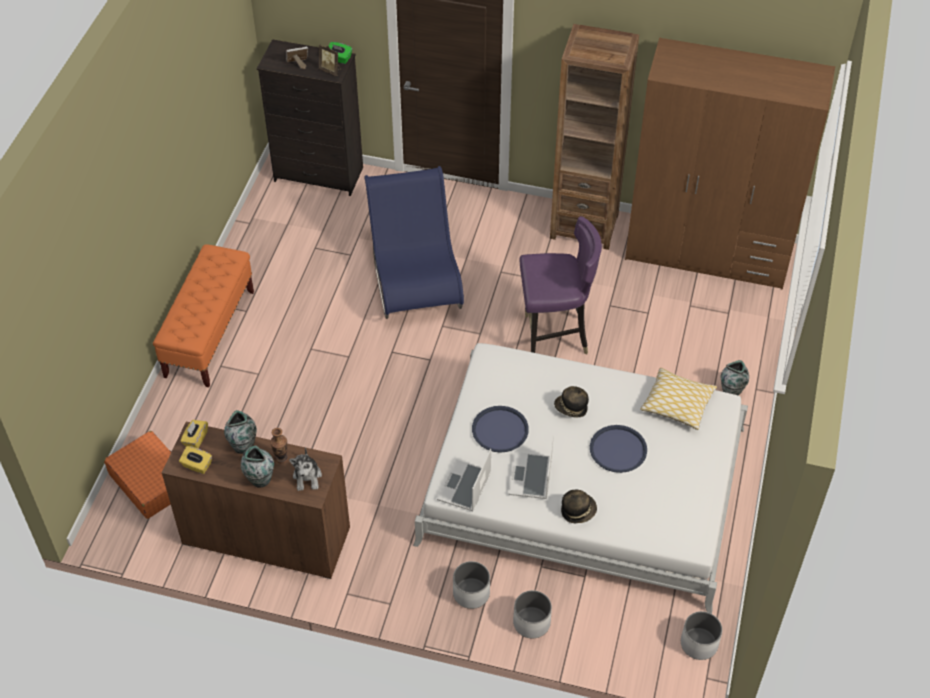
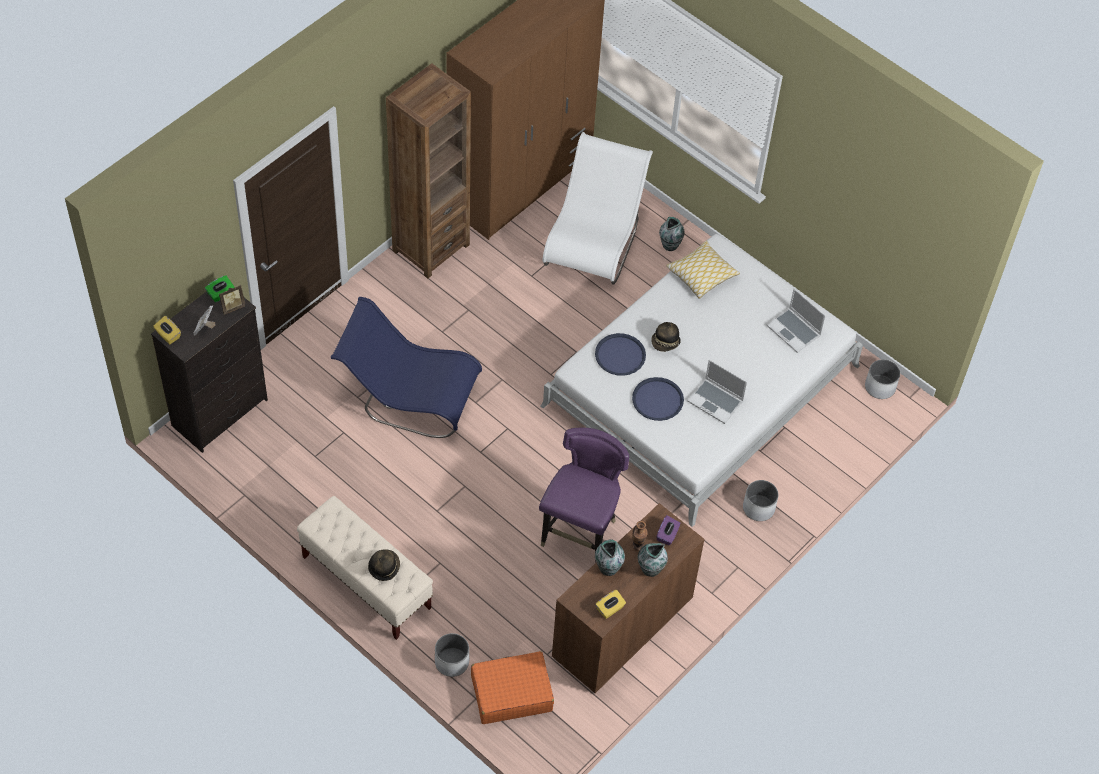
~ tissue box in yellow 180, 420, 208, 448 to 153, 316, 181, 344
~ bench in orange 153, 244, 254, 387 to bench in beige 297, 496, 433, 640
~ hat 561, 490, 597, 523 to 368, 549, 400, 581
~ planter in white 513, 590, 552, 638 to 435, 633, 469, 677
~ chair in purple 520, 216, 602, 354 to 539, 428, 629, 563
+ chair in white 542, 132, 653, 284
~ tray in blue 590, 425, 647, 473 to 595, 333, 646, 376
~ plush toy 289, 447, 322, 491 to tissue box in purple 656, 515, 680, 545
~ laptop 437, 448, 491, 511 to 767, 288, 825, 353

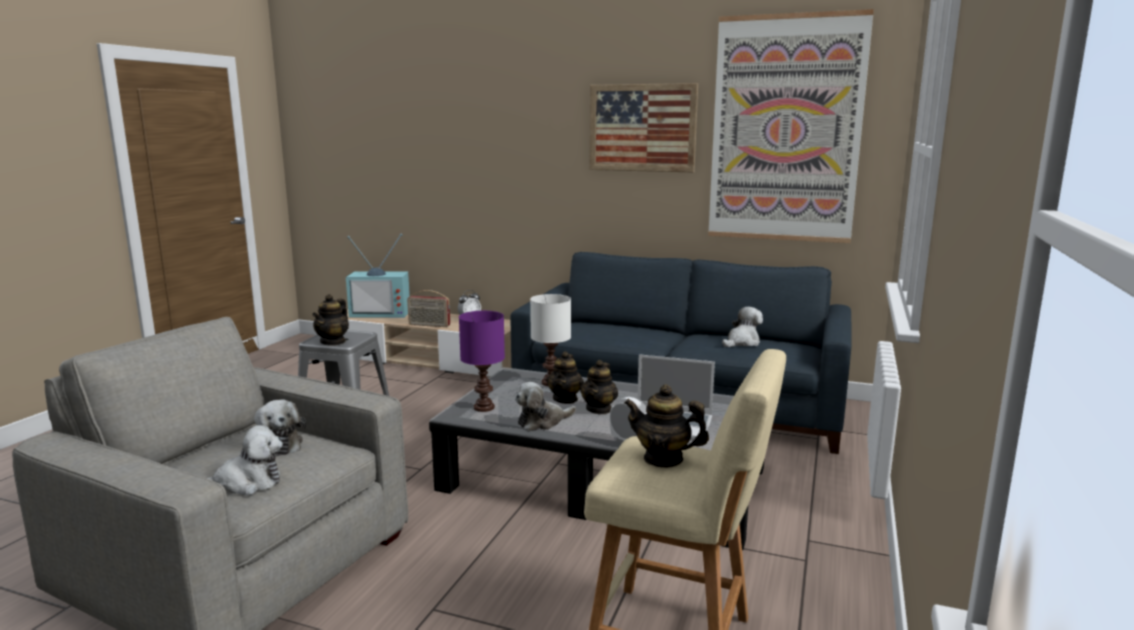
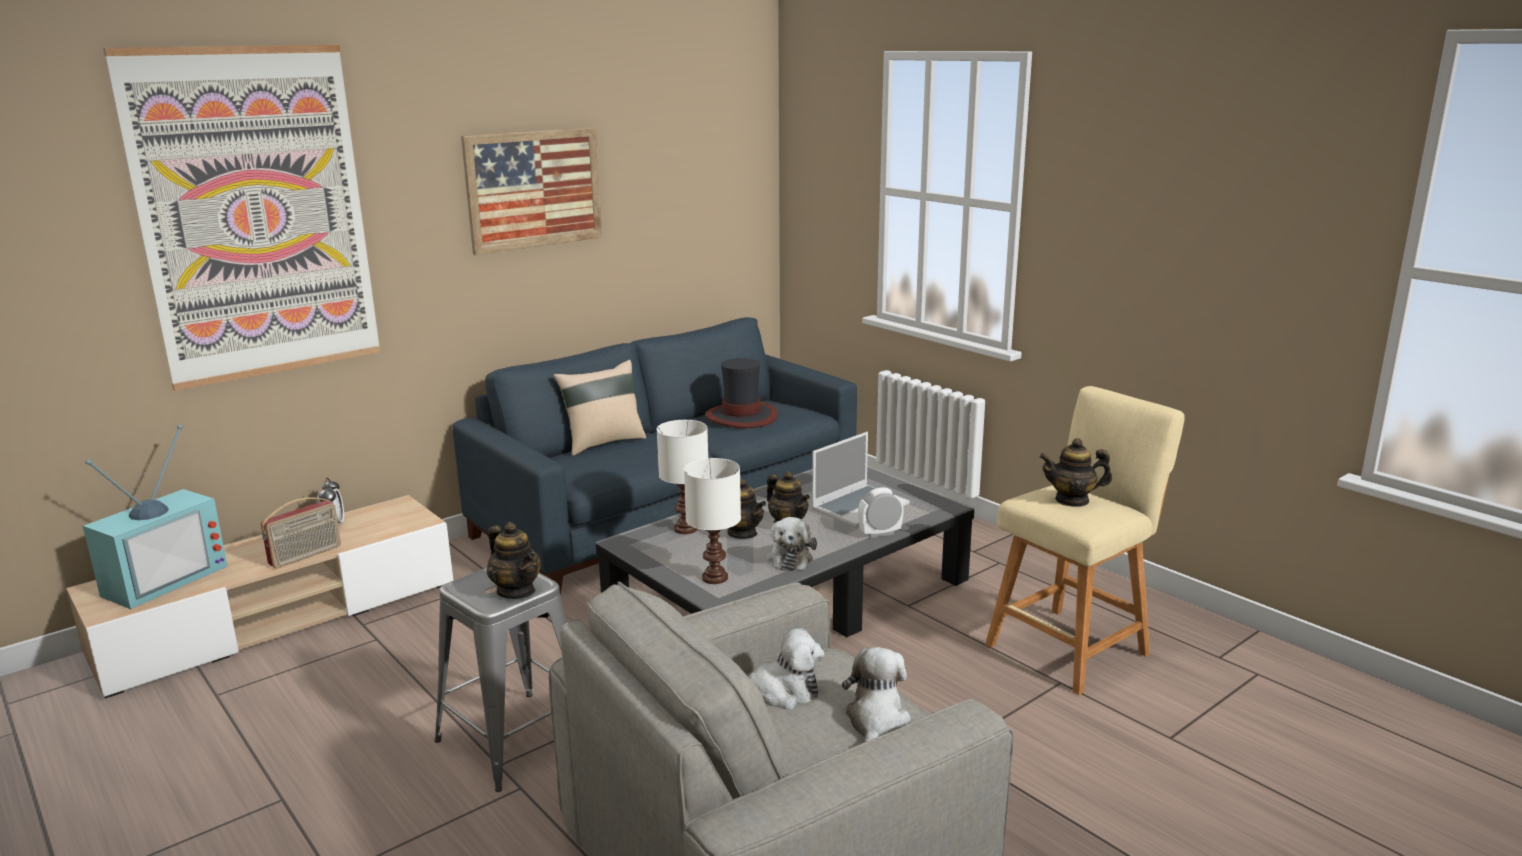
~ picture 708, 9, 874, 243 to 103, 45, 381, 391
+ pillow in beige 553, 360, 646, 456
~ table lamp in purple 459, 311, 505, 412 to table lamp in white 684, 458, 741, 584
~ plush toy 722, 307, 763, 347 to hat 705, 358, 778, 428
~ teapot 624, 384, 709, 468 = 1039, 438, 1112, 507 45 degrees clockwise

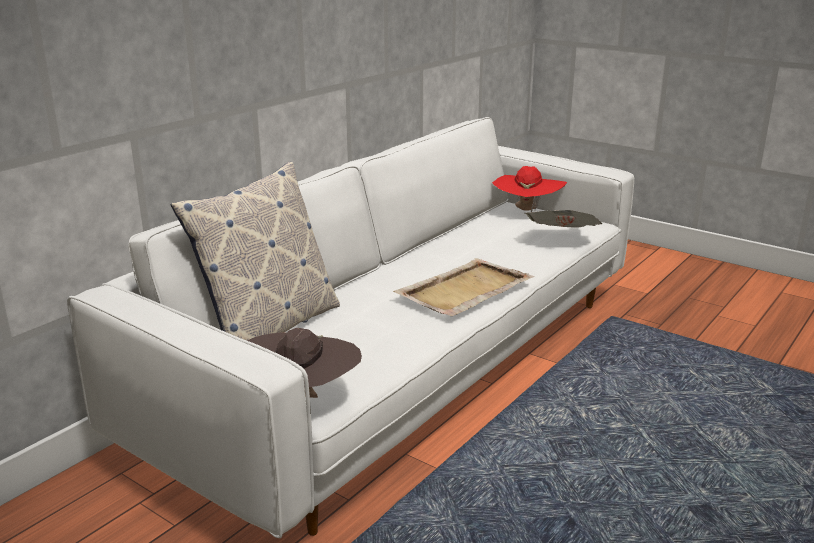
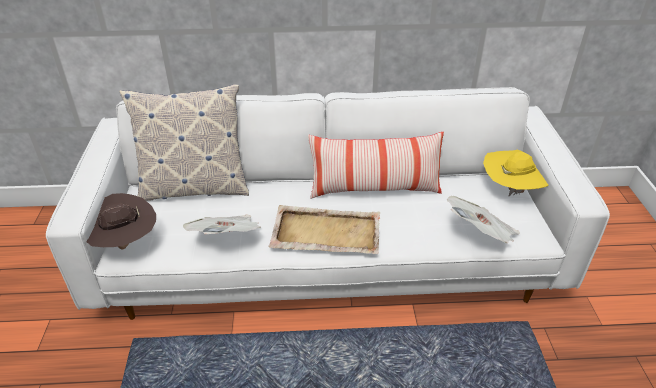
+ newspaper 183, 215, 261, 234
+ pillow 308, 132, 444, 199
~ hat in red 492, 166, 567, 212 to hat in yellow 483, 150, 548, 196

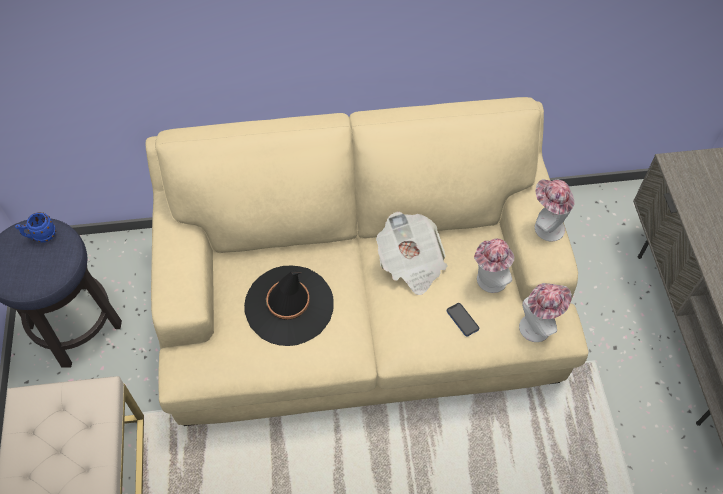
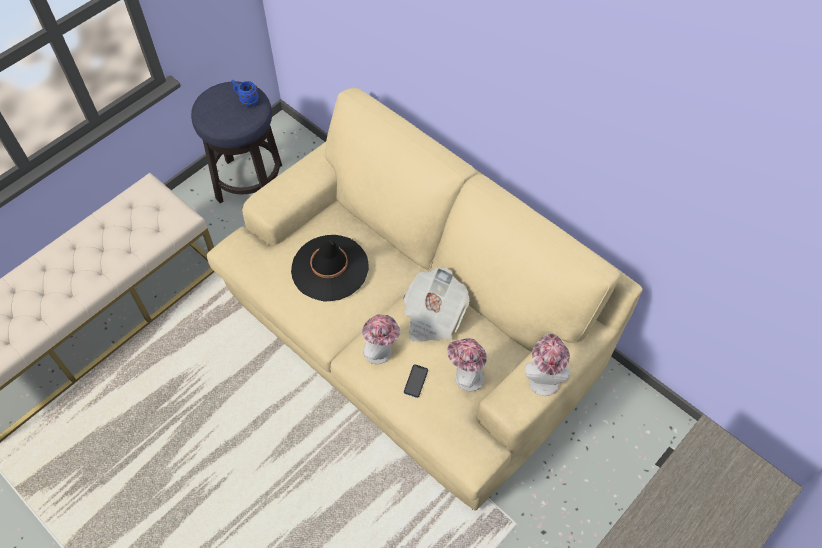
~ hat 519, 283, 572, 342 to 362, 314, 401, 364

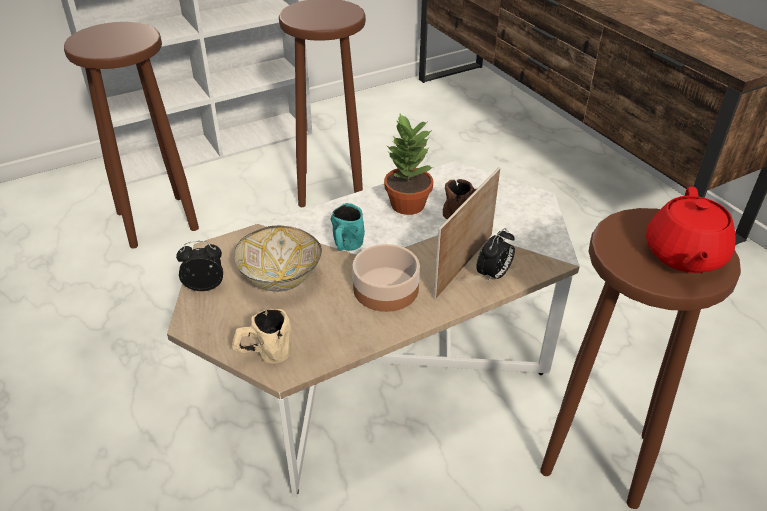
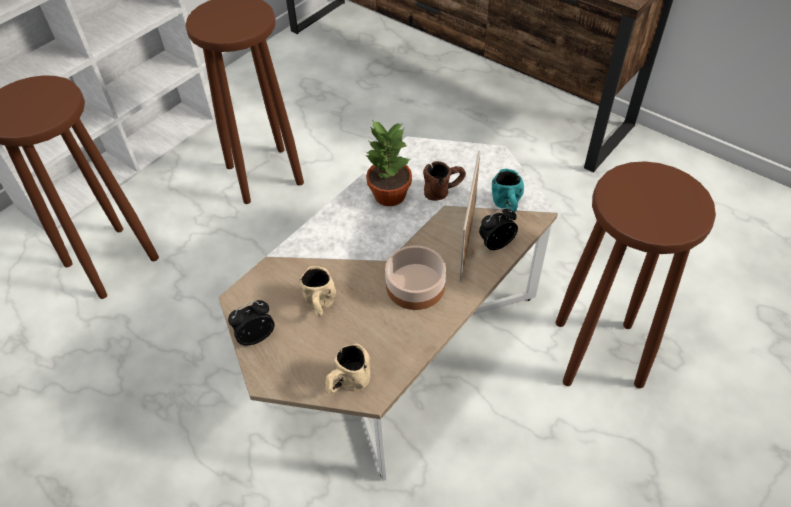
~ bowl 234, 226, 322, 292 to mug in beige 299, 266, 336, 317
~ alarm clock 476, 228, 515, 283 = 479, 208, 518, 250 135 degrees counterclockwise
~ mug in turquoise 331, 203, 365, 251 to 492, 169, 524, 212
- teapot in red 646, 187, 735, 273

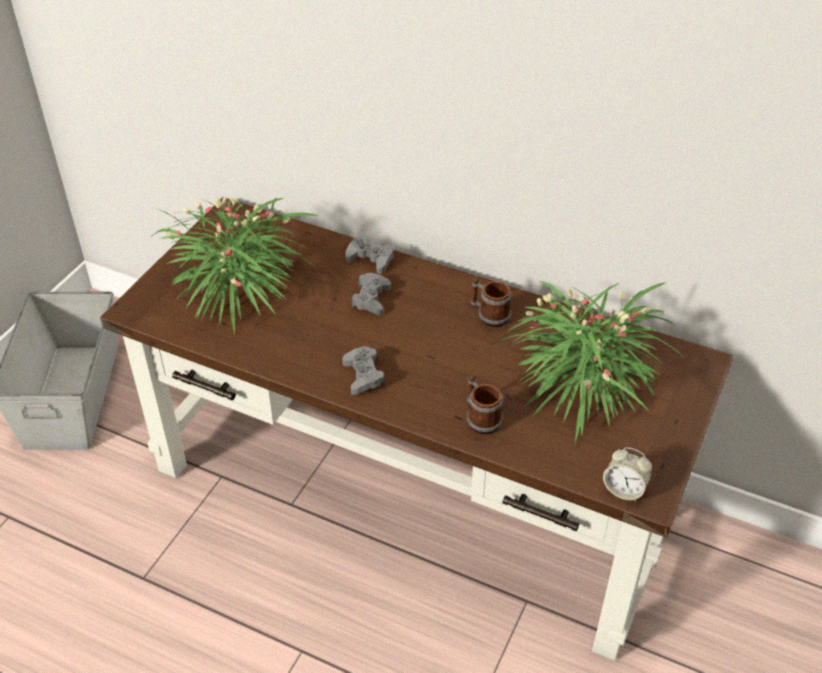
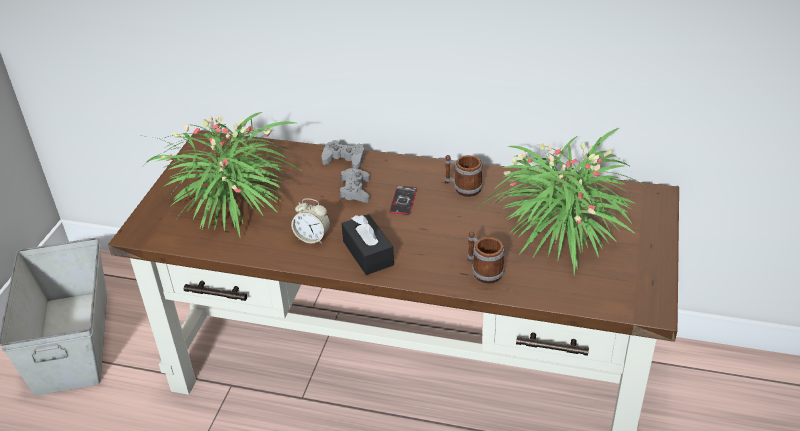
~ alarm clock 603, 447, 652, 501 to 291, 198, 330, 244
~ game controller in grey 342, 346, 385, 395 to tissue box in black 341, 214, 394, 275
+ phone 389, 186, 417, 215

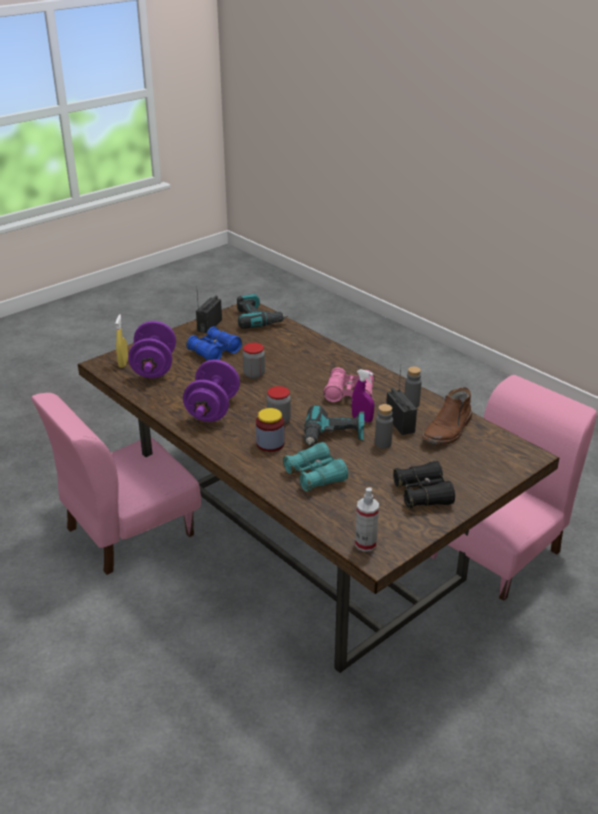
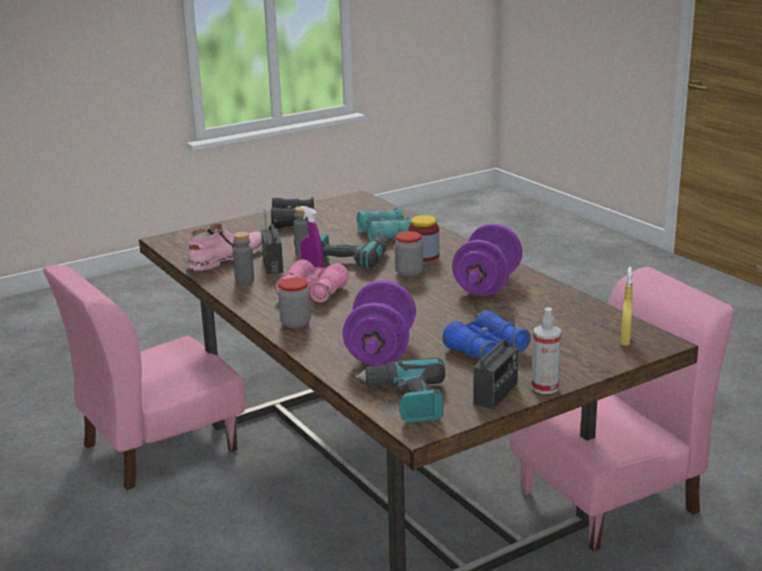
~ boot in brown 422, 387, 472, 445 to boot in pink 187, 223, 262, 271
~ jar 243, 343, 265, 379 to 278, 277, 311, 329
~ dumbbell in purple 128, 321, 176, 378 to 343, 280, 416, 366
~ spray bottle 355, 487, 379, 552 to 532, 307, 561, 394

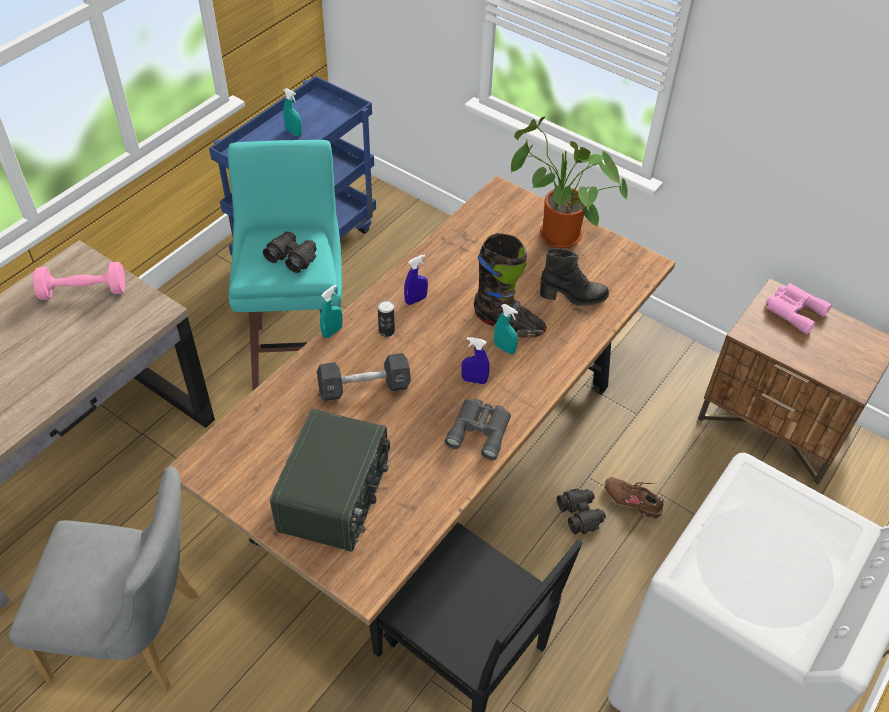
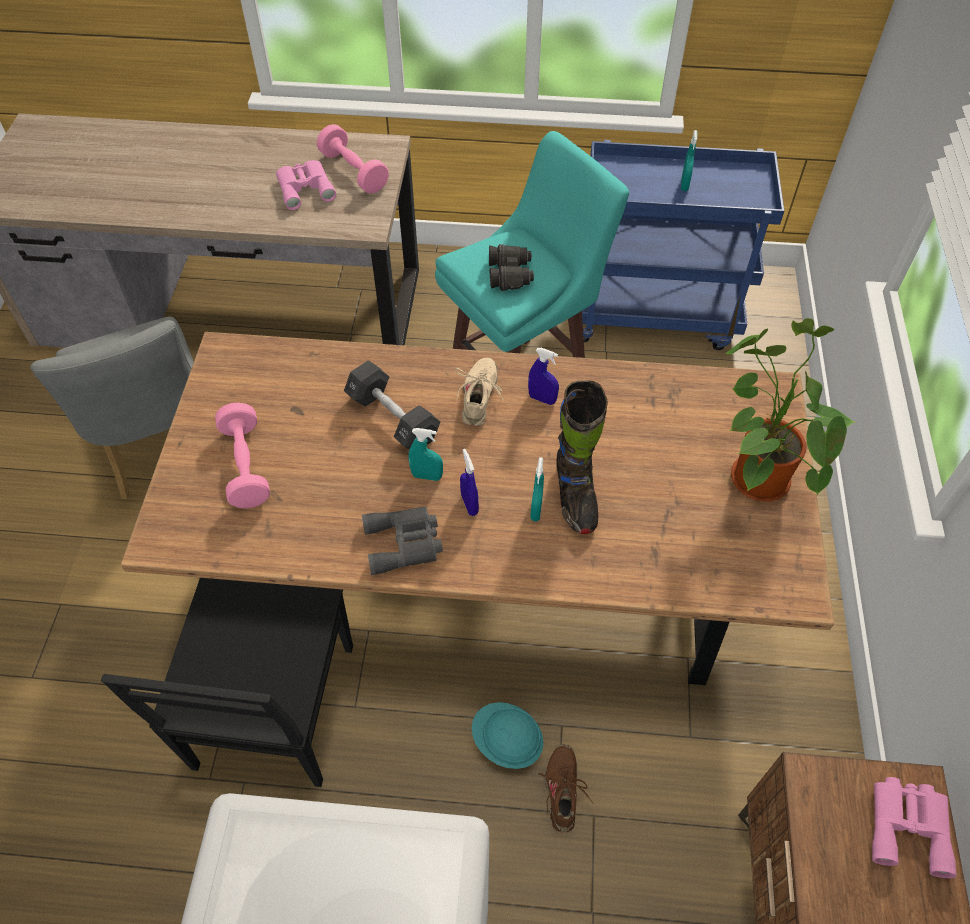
~ radio 270, 408, 390, 552 to dumbbell in pink 215, 402, 270, 508
+ binoculars in pink 276, 160, 336, 210
~ spray bottle in turquoise 320, 284, 343, 338 to 409, 428, 443, 481
~ can 378, 300, 395, 337 to shoe in beige 455, 357, 504, 427
~ binoculars in black 557, 488, 606, 534 to hard hat in turquoise 472, 702, 544, 769
- boot in black 540, 248, 609, 306

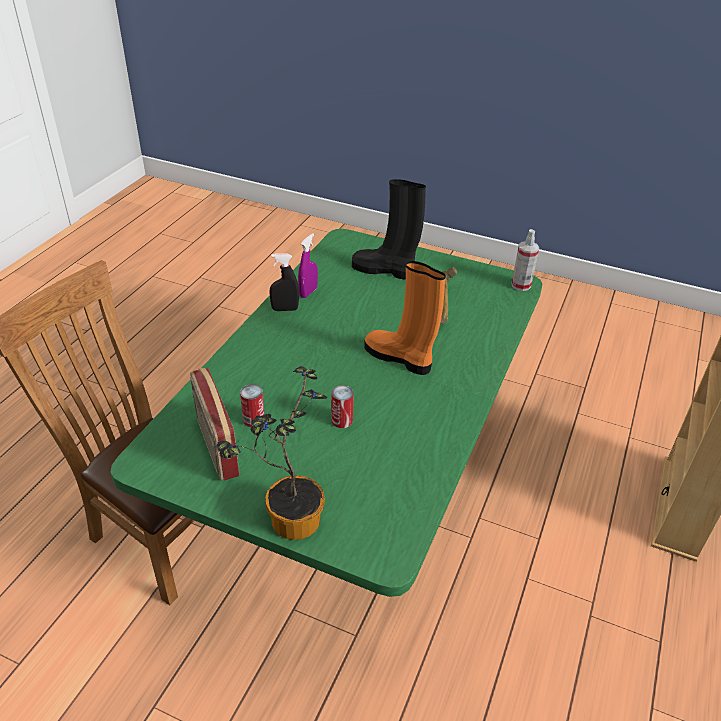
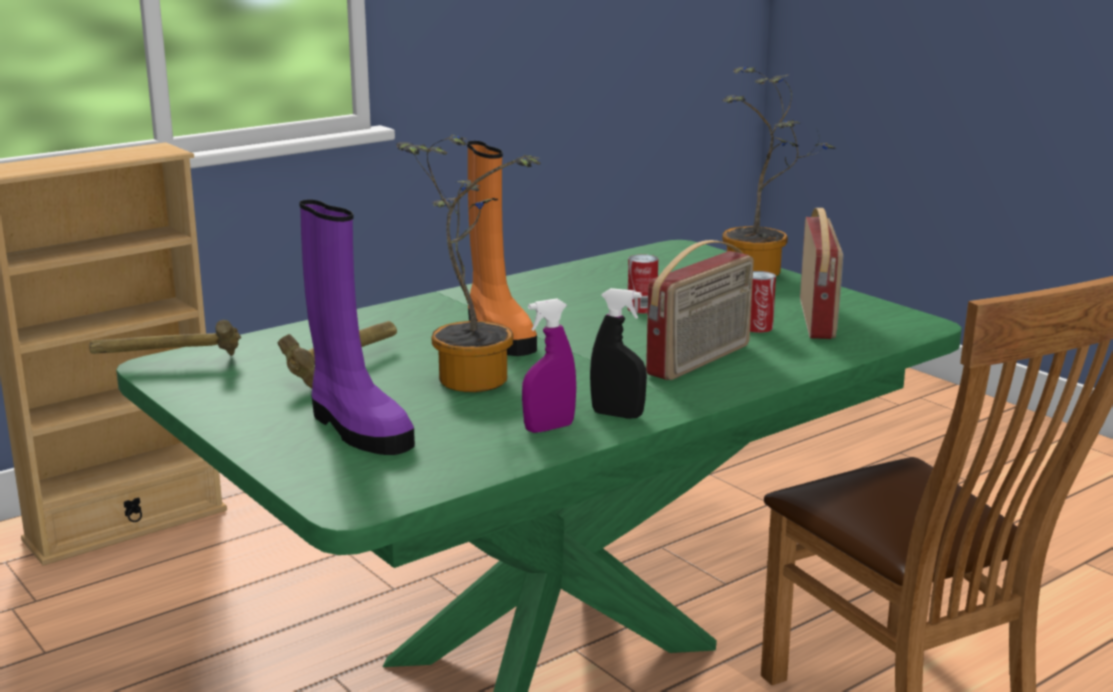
~ spray bottle 511, 229, 539, 291 to hammer 89, 320, 241, 356
~ boot in black 352, 179, 426, 279 to boot in purple 299, 200, 415, 455
+ potted plant 397, 134, 540, 392
+ radio 646, 240, 754, 380

